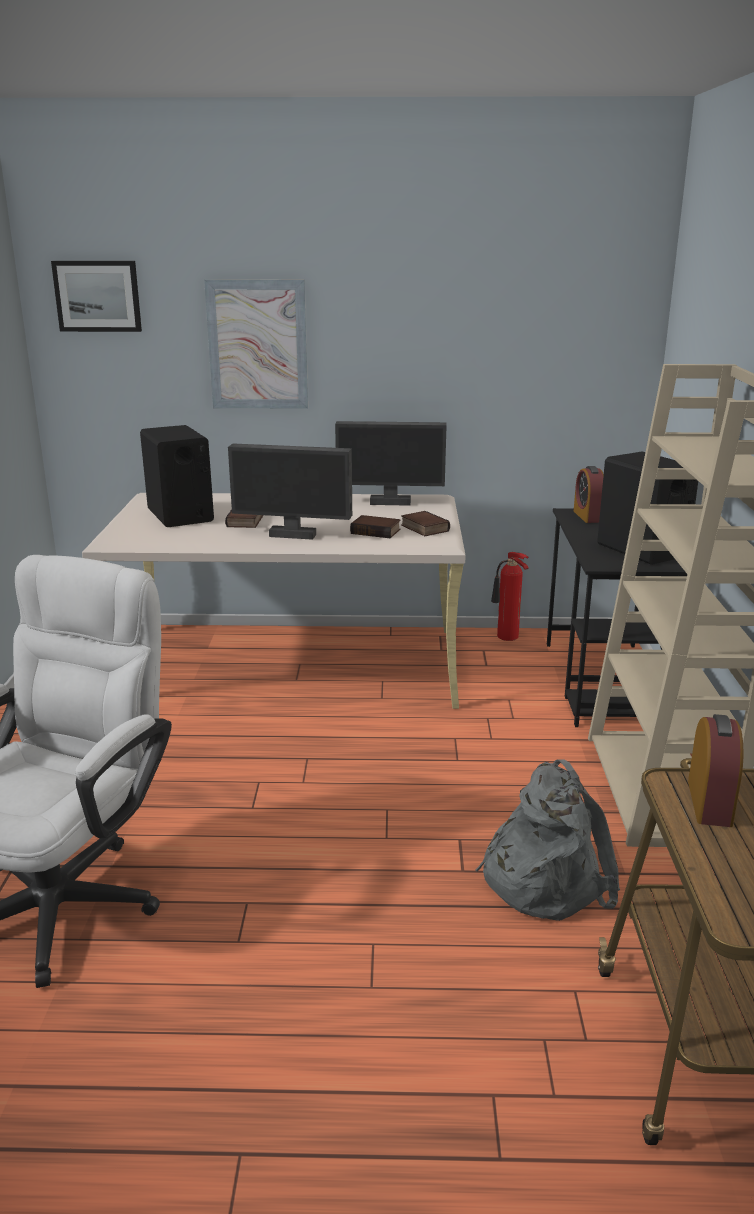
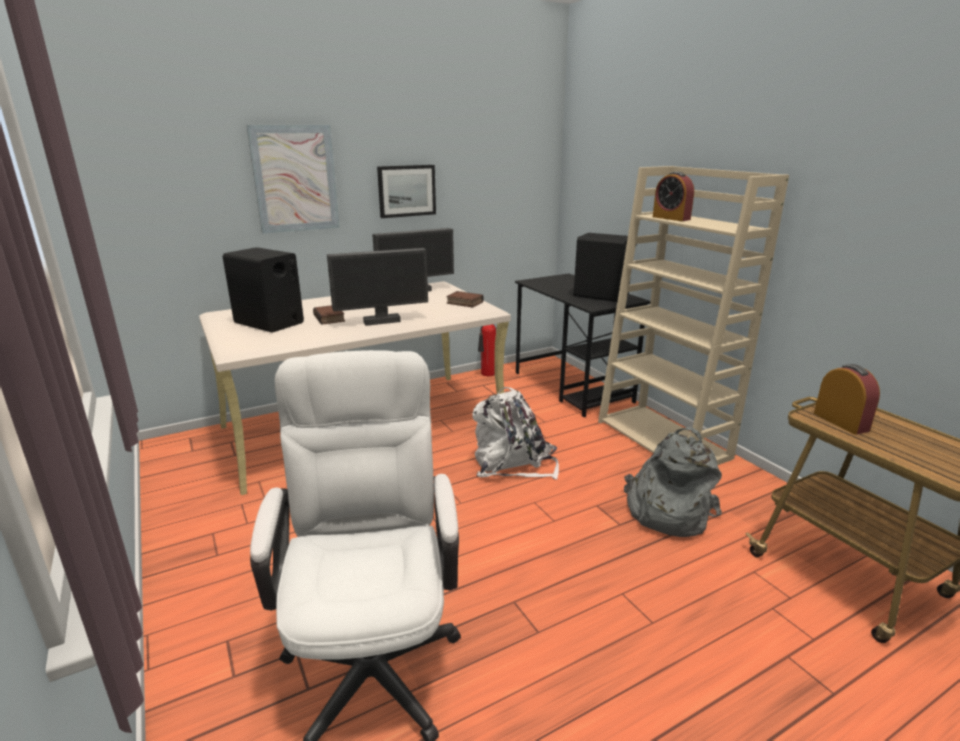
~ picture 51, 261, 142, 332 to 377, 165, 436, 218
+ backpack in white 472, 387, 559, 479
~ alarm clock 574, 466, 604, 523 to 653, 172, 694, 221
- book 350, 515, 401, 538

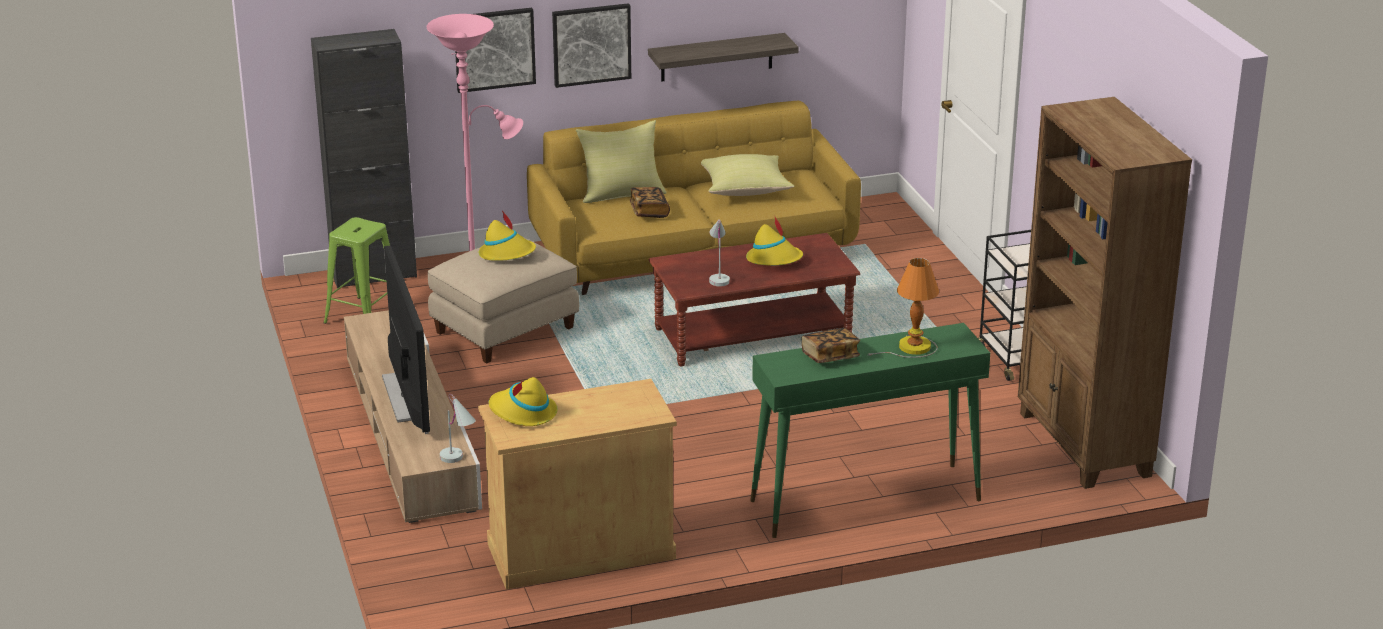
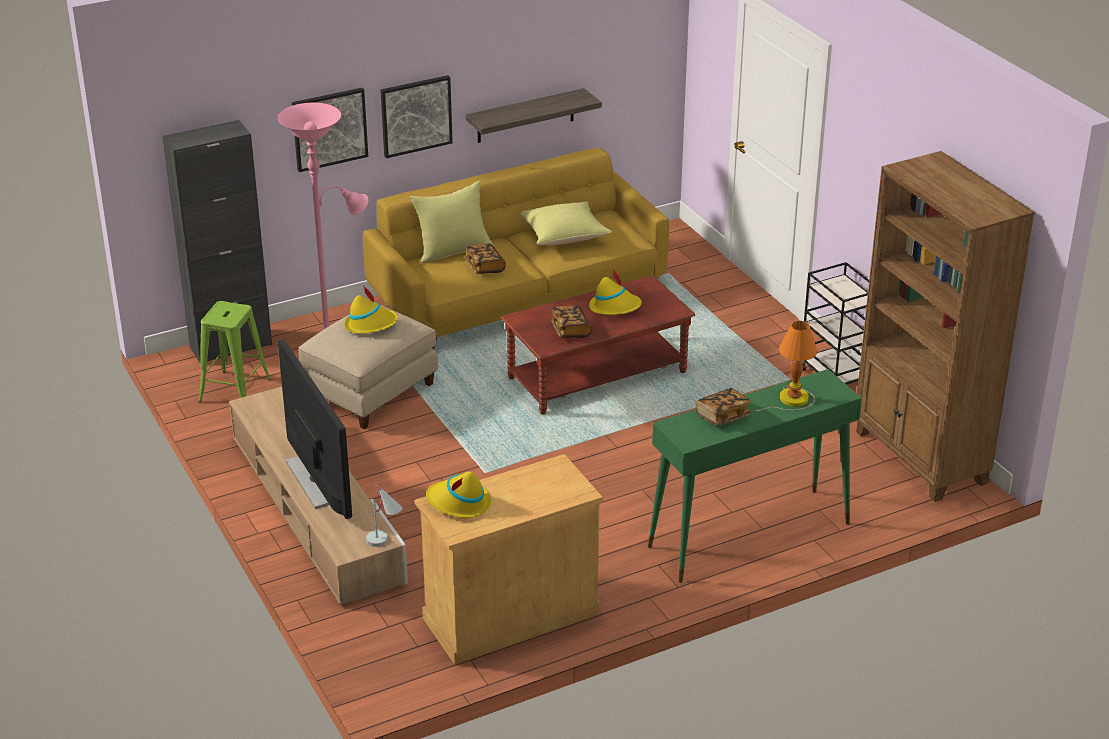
~ table lamp in white 709, 219, 730, 286 to book 550, 305, 592, 338

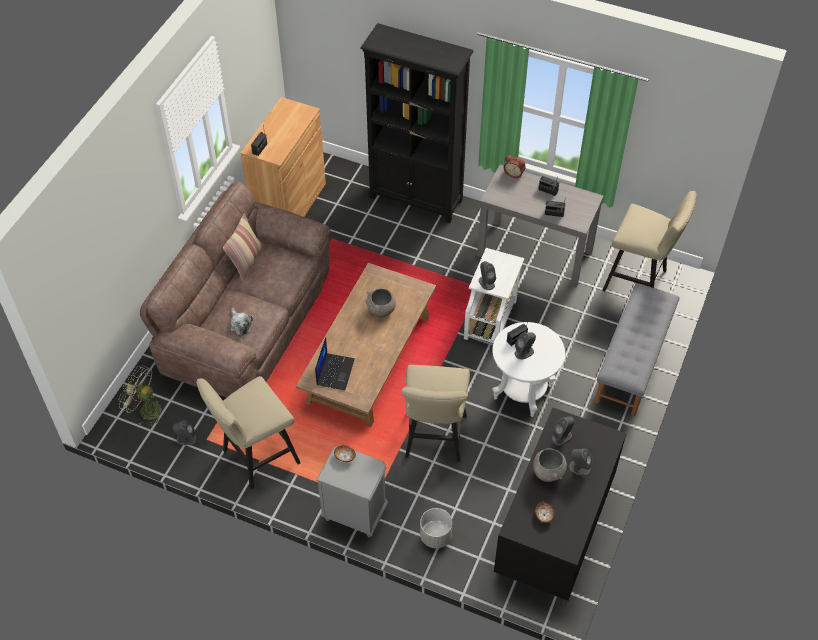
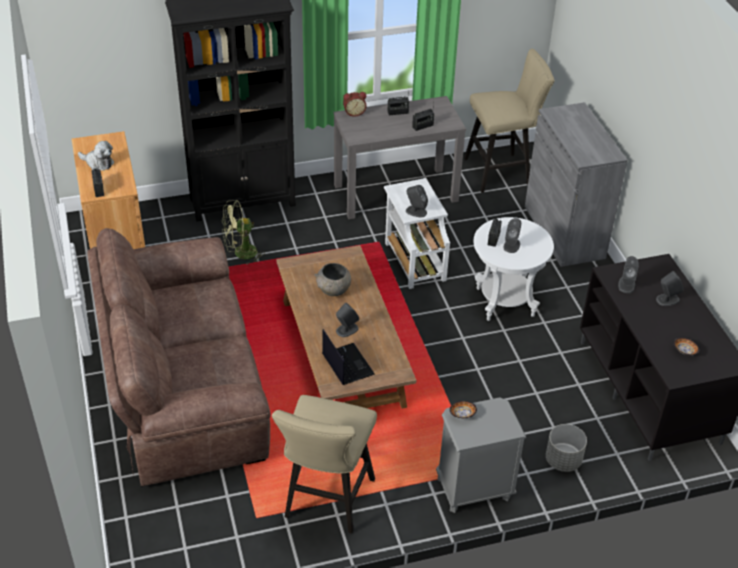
~ plush toy 231, 308, 253, 335 to 78, 141, 114, 171
~ fan in green 119, 366, 164, 427 to 222, 200, 263, 264
~ speaker in grey 173, 420, 197, 445 to 336, 303, 359, 337
~ bench in grey 595, 283, 680, 416 to cabinet in grey 525, 102, 627, 267
- pillow 223, 213, 264, 281
- stool in beige 401, 365, 470, 462
- bowl in grey 533, 448, 567, 482

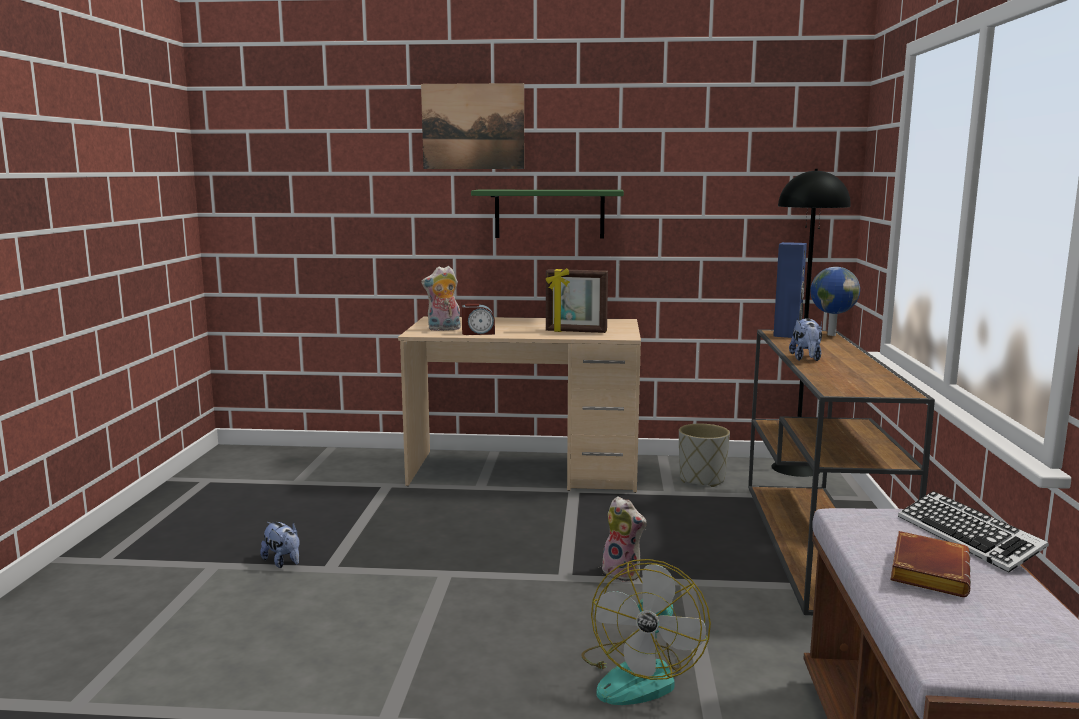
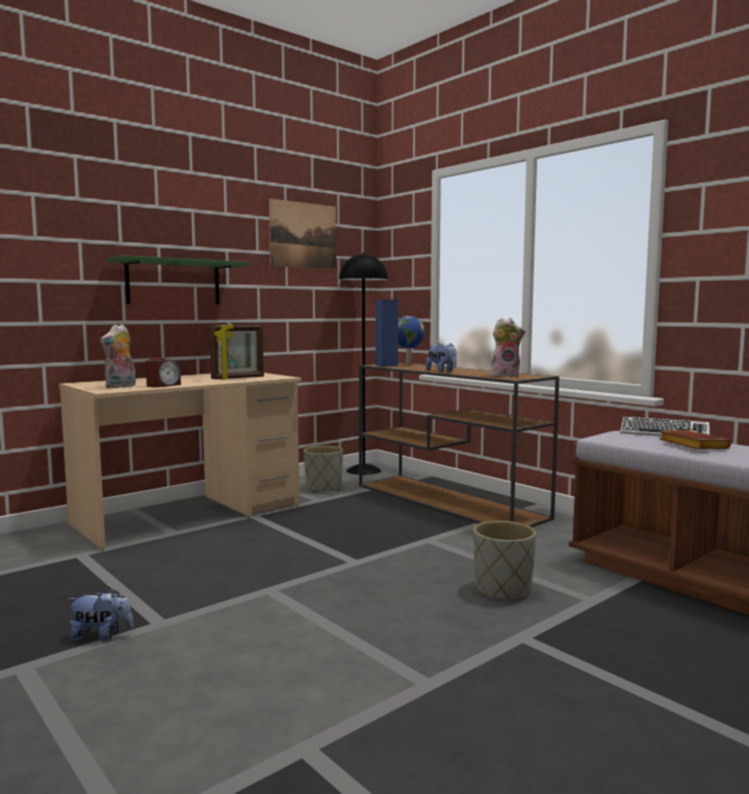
~ picture 421, 83, 524, 169 to 269, 198, 336, 269
~ fan 581, 559, 711, 705 to planter in grey 473, 521, 536, 601
~ plush toy 602, 496, 646, 582 to 490, 318, 526, 377

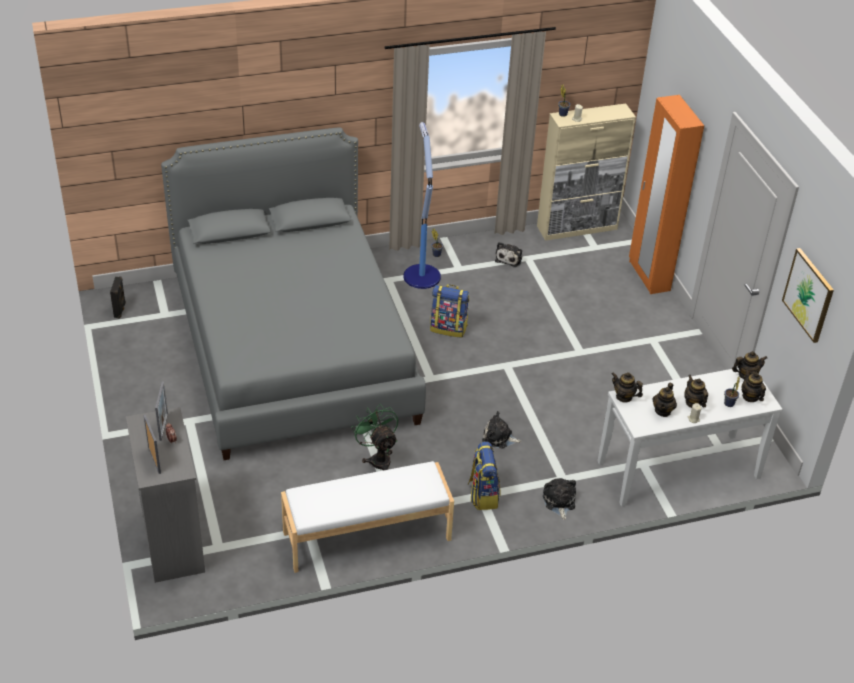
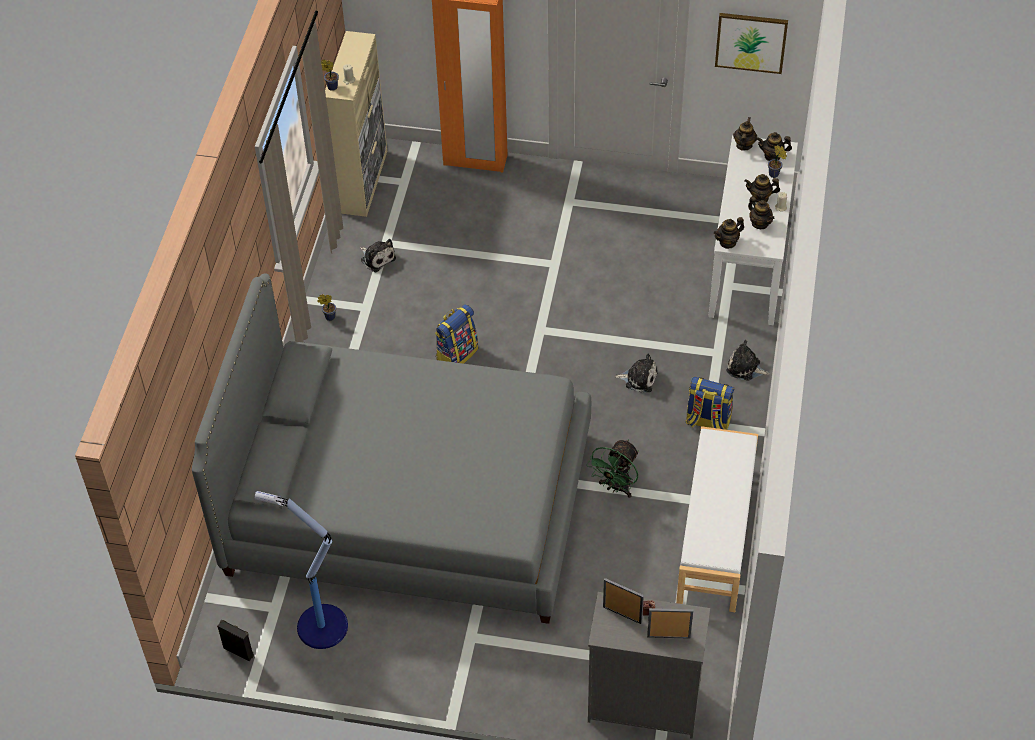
~ floor lamp 403, 122, 441, 289 to 255, 491, 348, 649
~ fan in green 351, 404, 398, 470 = 587, 439, 639, 498 60 degrees counterclockwise
~ plush toy 482, 411, 522, 449 = 615, 353, 658, 392 120 degrees counterclockwise

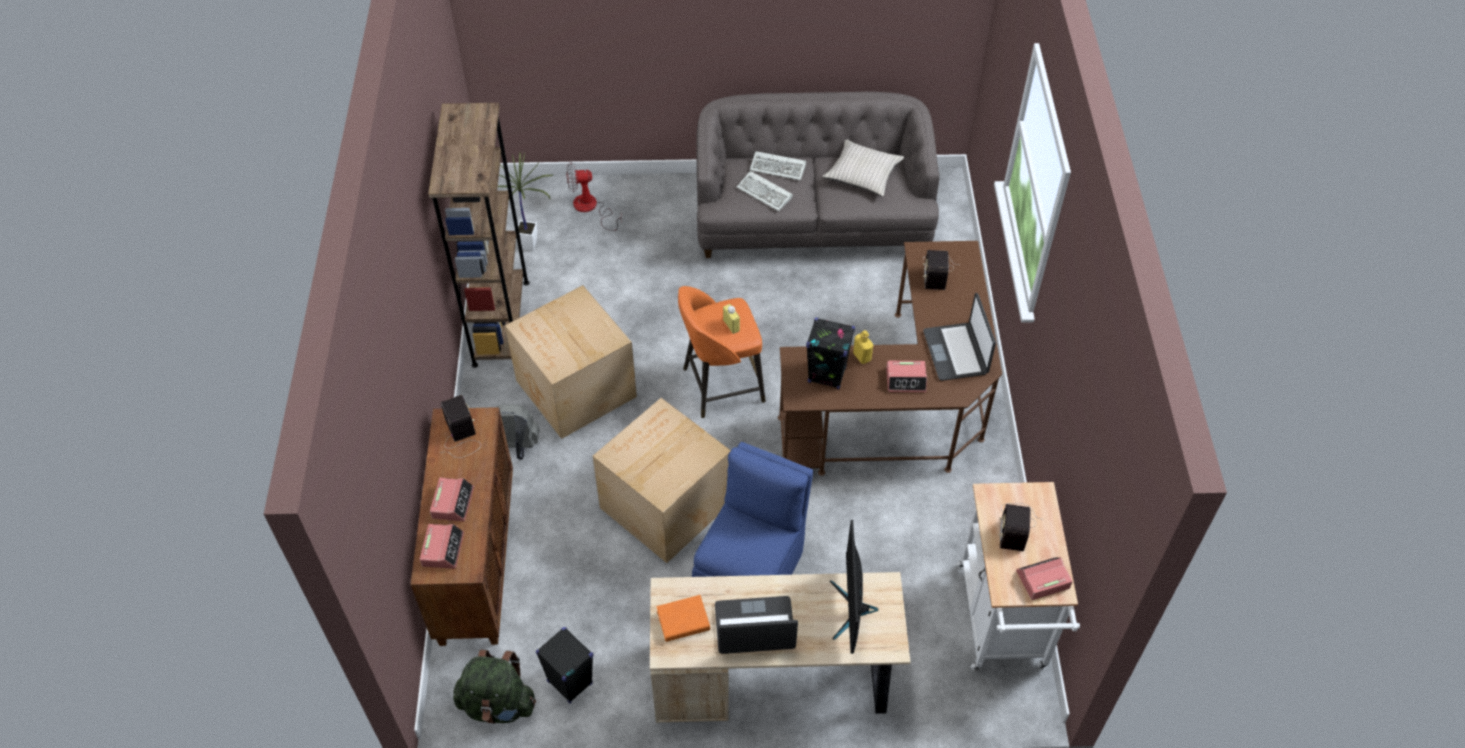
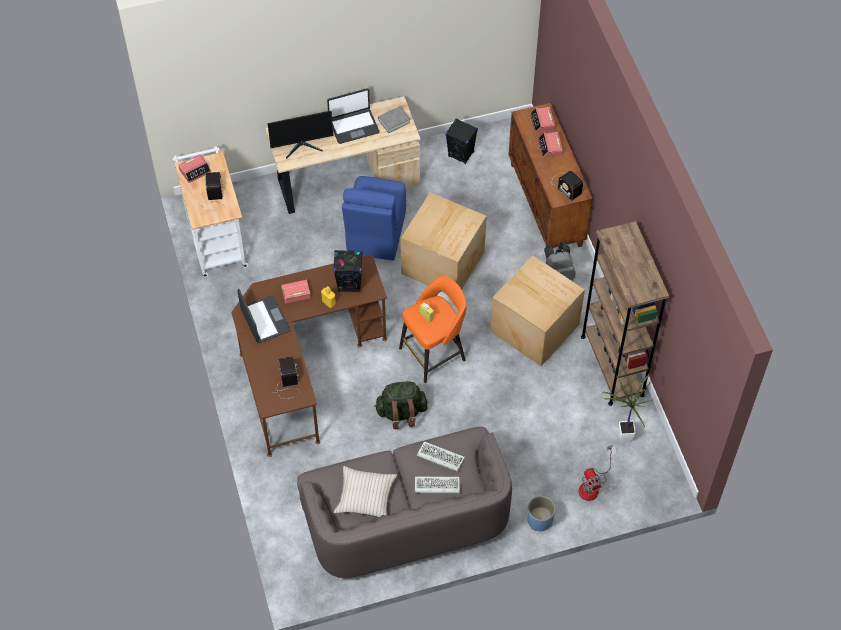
~ monitor 830, 520, 878, 654 = 268, 111, 333, 159 90 degrees clockwise
~ backpack in green 453, 650, 536, 724 to 374, 381, 428, 429
~ book in orange 656, 595, 710, 642 to book in grey 378, 106, 411, 133
+ planter in blue 527, 496, 555, 531
~ fan 566, 163, 622, 231 = 579, 445, 613, 501 90 degrees clockwise

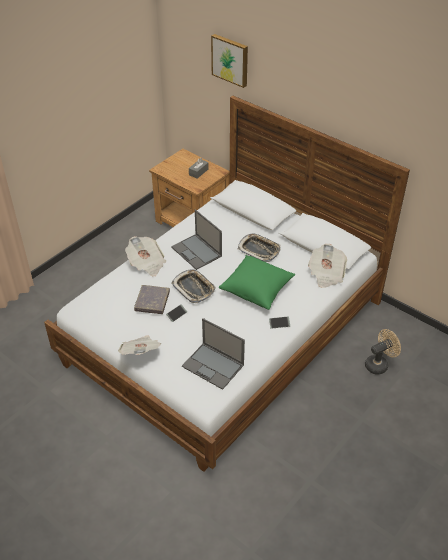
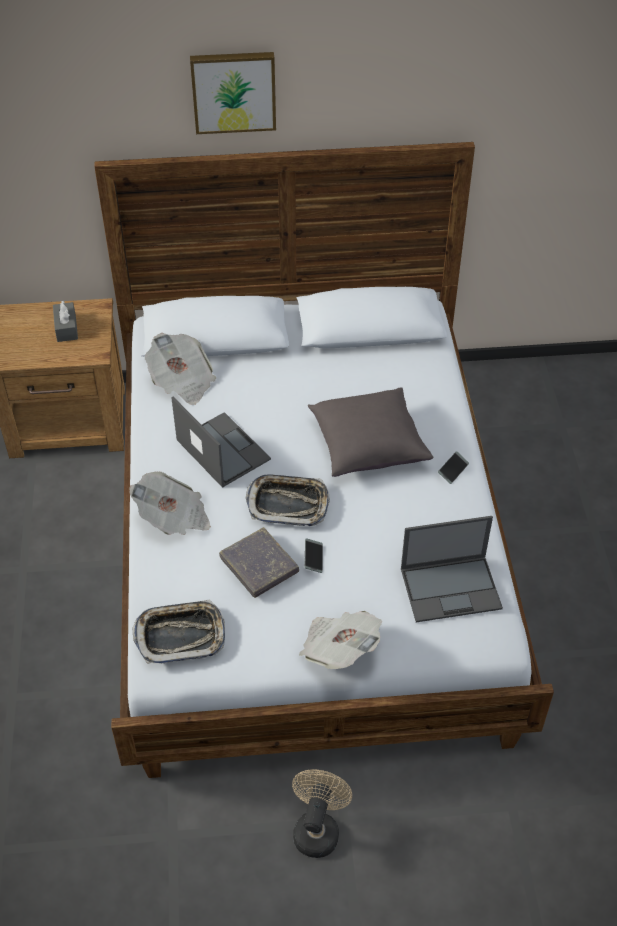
~ tray 238, 234, 281, 262 to 133, 600, 225, 664
~ newspaper 308, 244, 347, 288 to 145, 333, 216, 405
~ laptop 171, 209, 222, 270 = 171, 397, 271, 488 135 degrees counterclockwise
~ picture 211, 34, 248, 88 to 190, 52, 276, 134
~ fan in beige 365, 329, 401, 375 to 292, 769, 352, 858
~ pillow in green 219, 255, 295, 310 to pillow in grey 308, 387, 433, 477

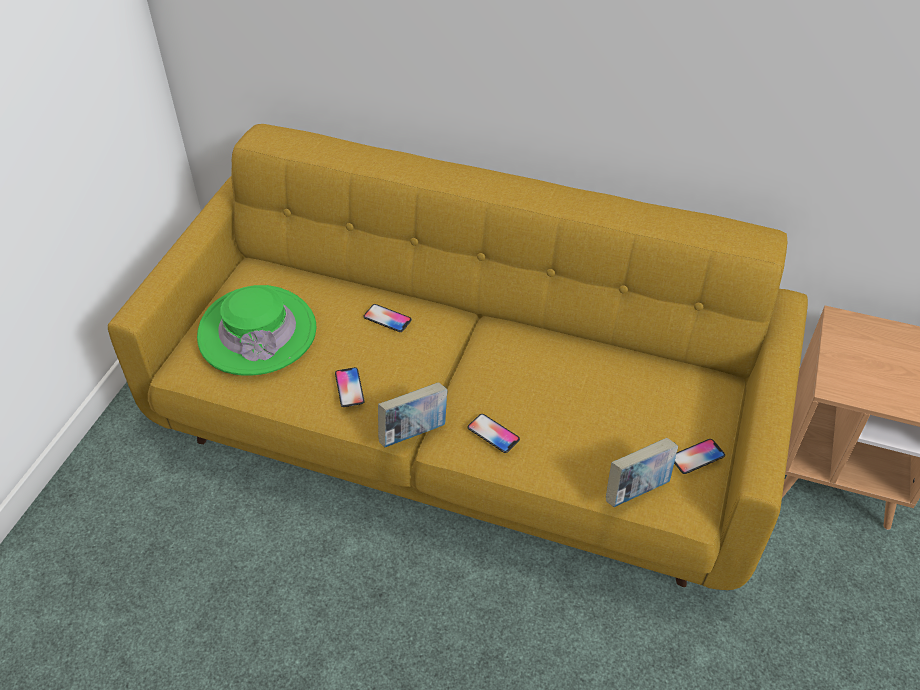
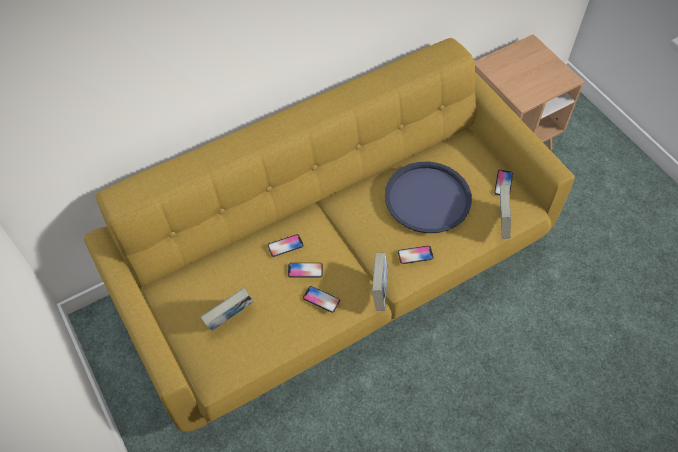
~ hat in green 197, 285, 316, 376 to book 200, 288, 254, 331
+ phone 288, 263, 323, 278
+ tray in blue 384, 162, 472, 233

